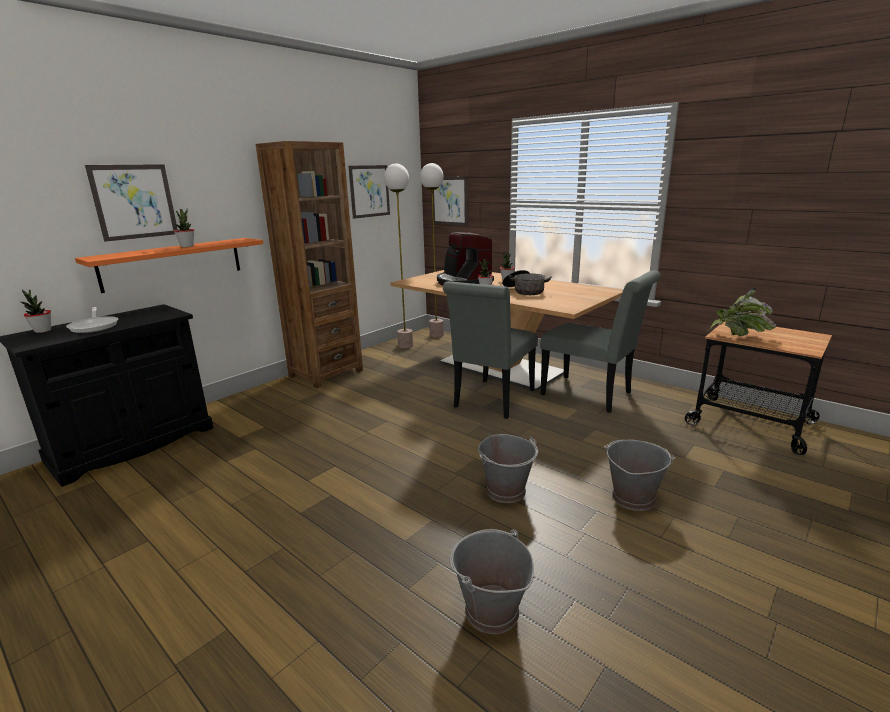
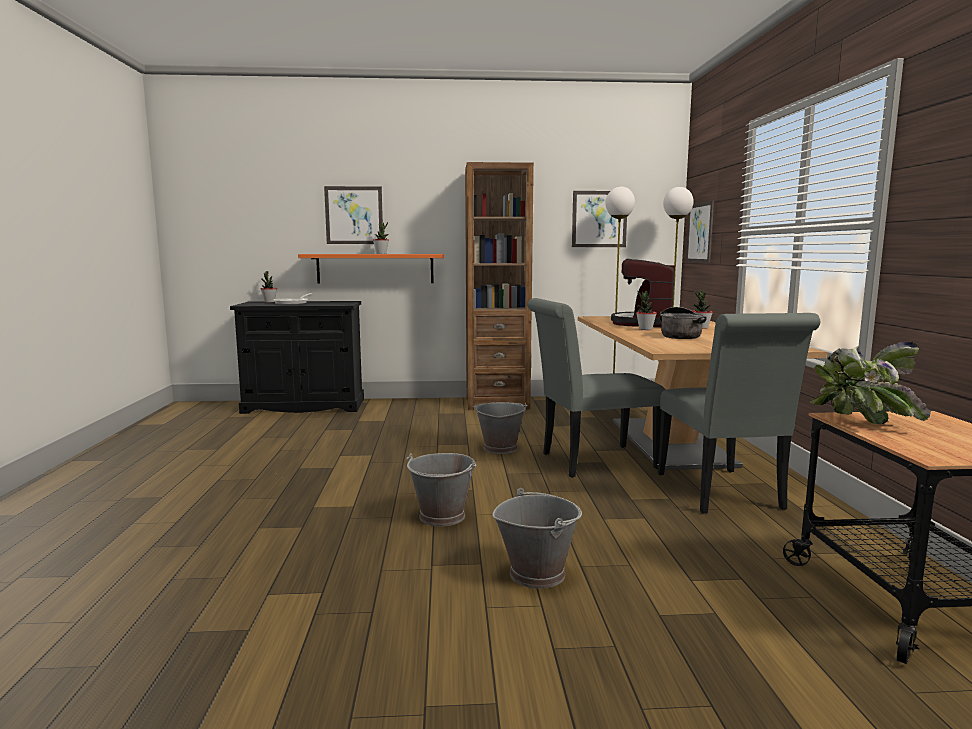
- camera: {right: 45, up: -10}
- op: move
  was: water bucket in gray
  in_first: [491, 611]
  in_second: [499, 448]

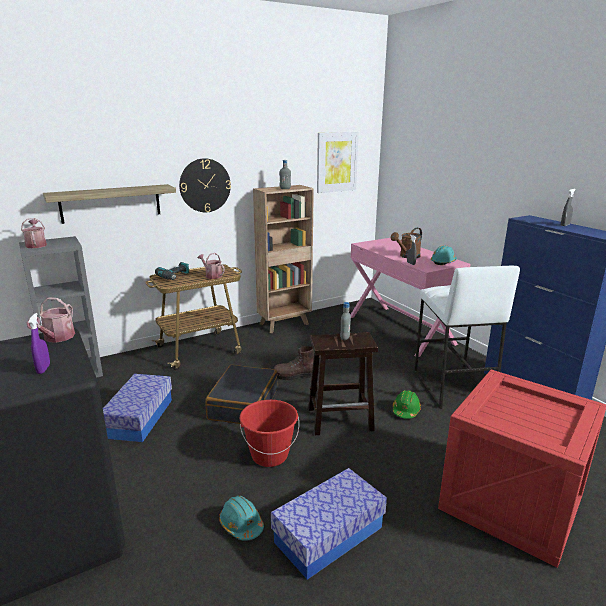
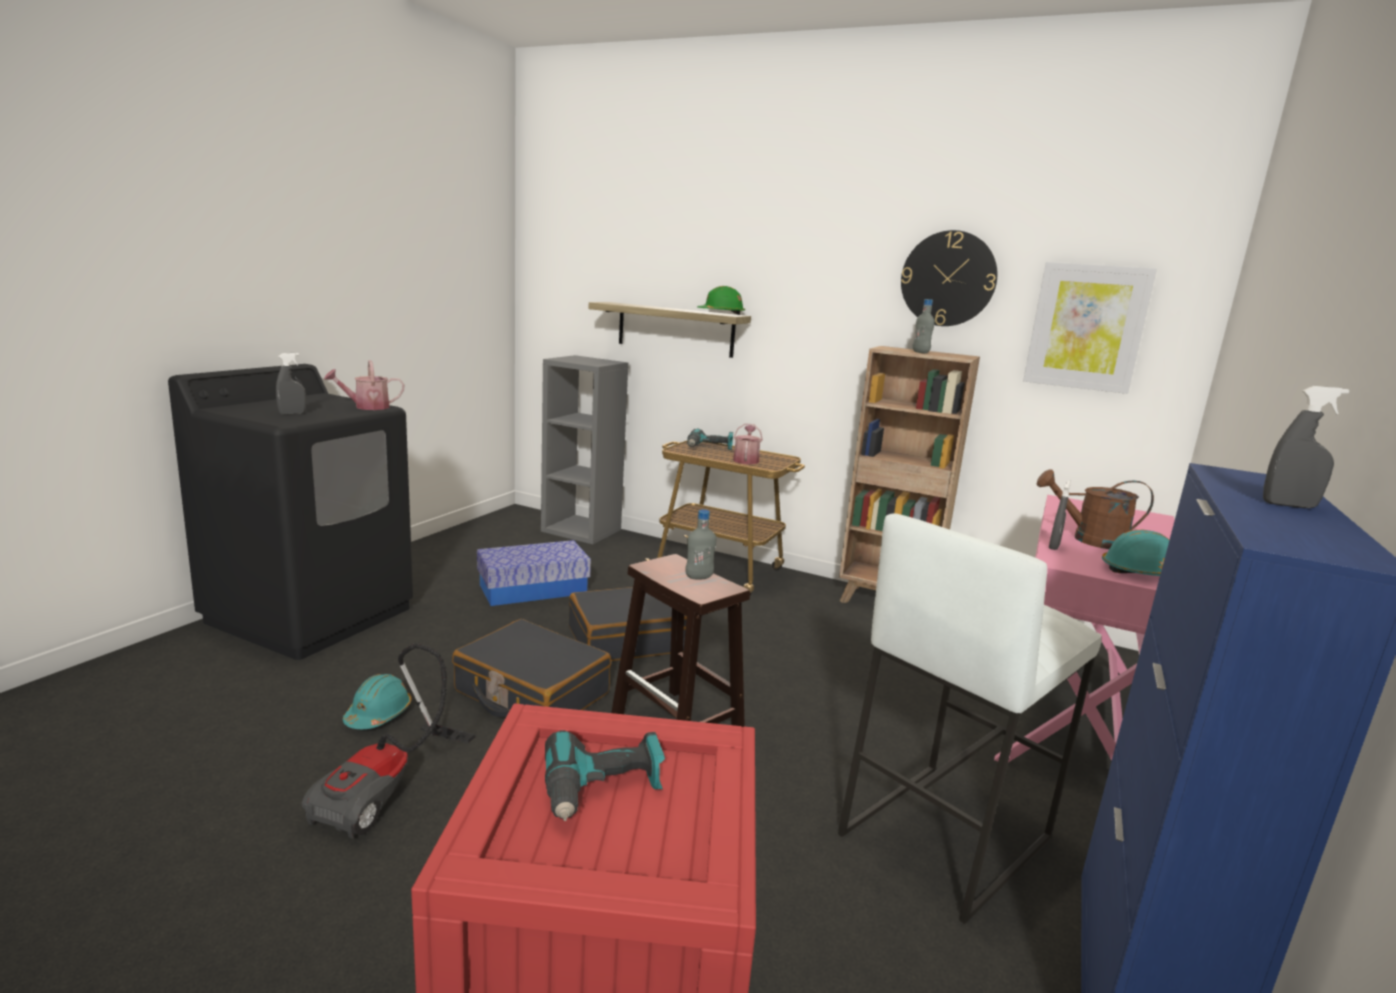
- camera: {right: 55, up: -5}
- op: delete
  was: sprinkling can
  in_first: [36, 245]
- op: delete
  was: boot in brownish
  in_first: [295, 375]
- op: insert
  now: drill
  in_second: [603, 790]
- op: move
  was: clock on the wall
  in_first: [205, 185]
  in_second: [948, 279]
- op: move
  was: safety helmet in greenish
  in_first: [406, 410]
  in_second: [721, 314]
- op: replace
  was: water bucket in red
  now: suitcase in black
  in_first: [269, 455]
  in_second: [531, 693]
- op: replace
  was: storage container
  now: vacuum cleaner
  in_first: [328, 535]
  in_second: [390, 790]
- op: recolor
  was: hand sprayer in purple-coloured
  now: hand sprayer in gray
  in_first: [43, 369]
  in_second: [292, 413]

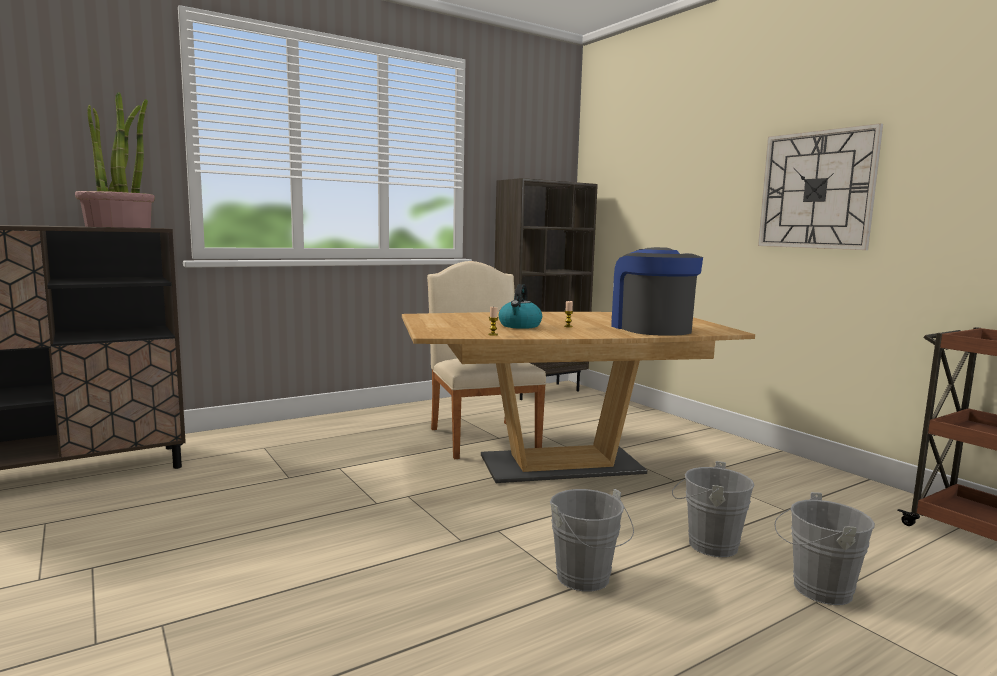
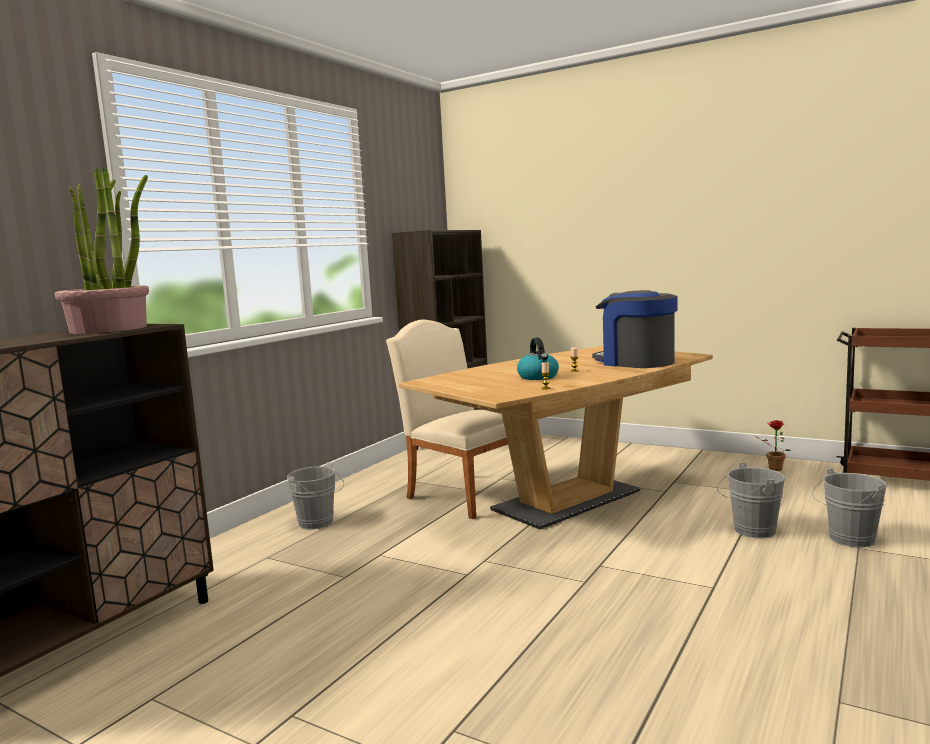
- camera: {right: -25, up: 0}
- op: delete
  was: clock on the wall
  in_first: [816, 190]
- op: insert
  now: potted plant
  in_second: [772, 469]
- op: move
  was: water bucket in gray
  in_first: [586, 580]
  in_second: [318, 523]

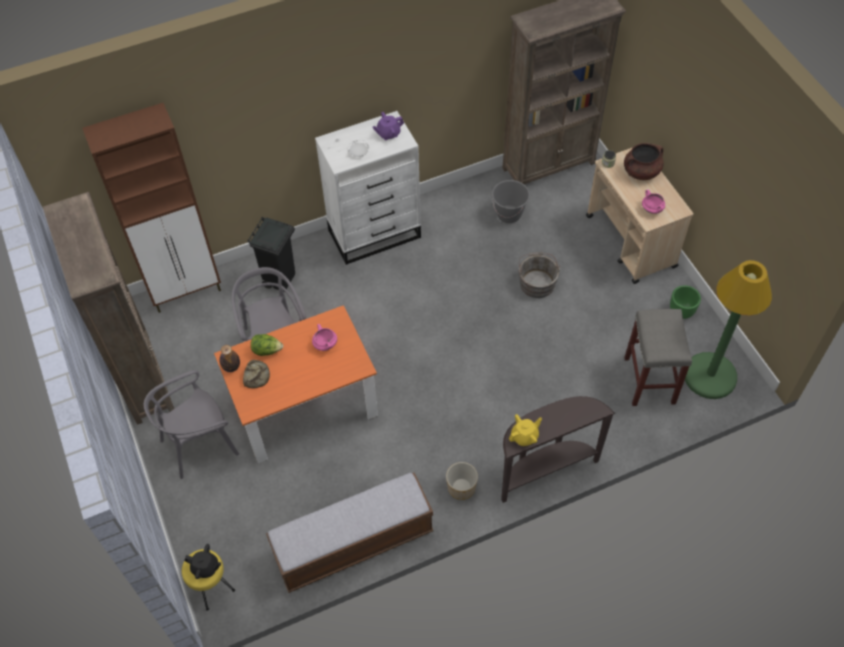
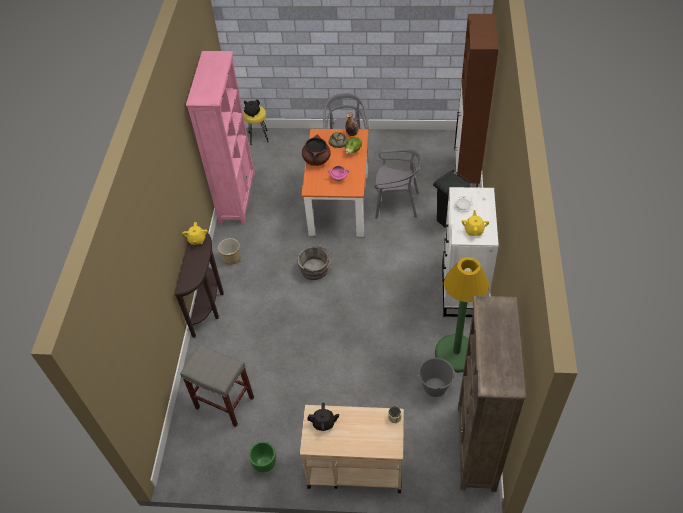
- camera: {right: 120, up: -5}
- op: delete
  was: bookshelf in brownish
  in_first: [142, 377]
- op: move
  was: water bucket in gray
  in_first: [537, 282]
  in_second: [316, 269]
- op: move
  was: stockpot in brownish
  in_first: [641, 172]
  in_second: [316, 159]
- op: move
  was: floor lamp in greenish
  in_first: [710, 376]
  in_second: [456, 353]
- op: replace
  was: indoor bench
  now: bookshelf in pink
  in_first: [353, 544]
  in_second: [237, 197]
- op: replace
  was: stockpot in pink
  now: teapot in black
  in_first: [652, 209]
  in_second: [324, 423]
- op: recolor
  was: teapot in purple-coloured
  now: teapot in yellow
  in_first: [388, 133]
  in_second: [474, 230]

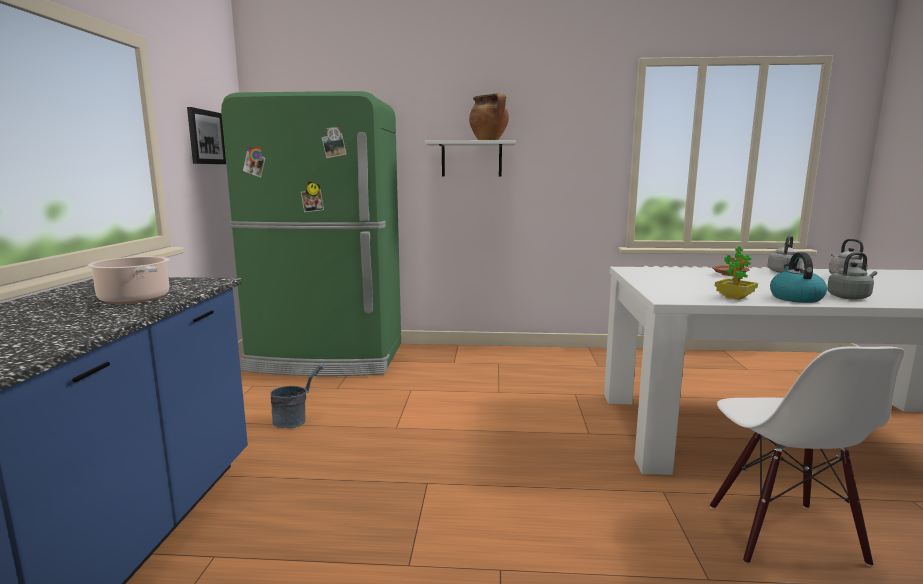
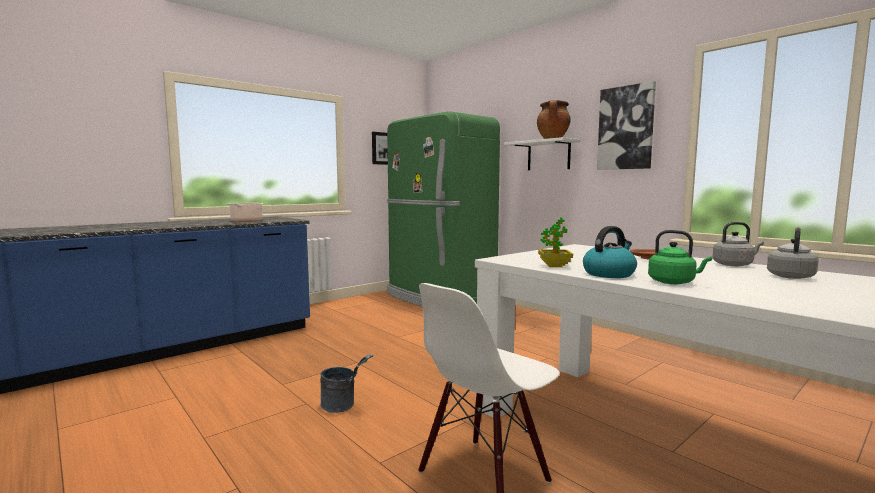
- camera: {right: 45, up: -5}
- op: insert
  now: wall art
  in_second: [626, 128]
- op: move
  was: water bucket in gray
  in_first: [296, 420]
  in_second: [343, 406]
- op: recolor
  was: kettle in gray
  now: kettle in greenish
  in_first: [850, 297]
  in_second: [674, 282]

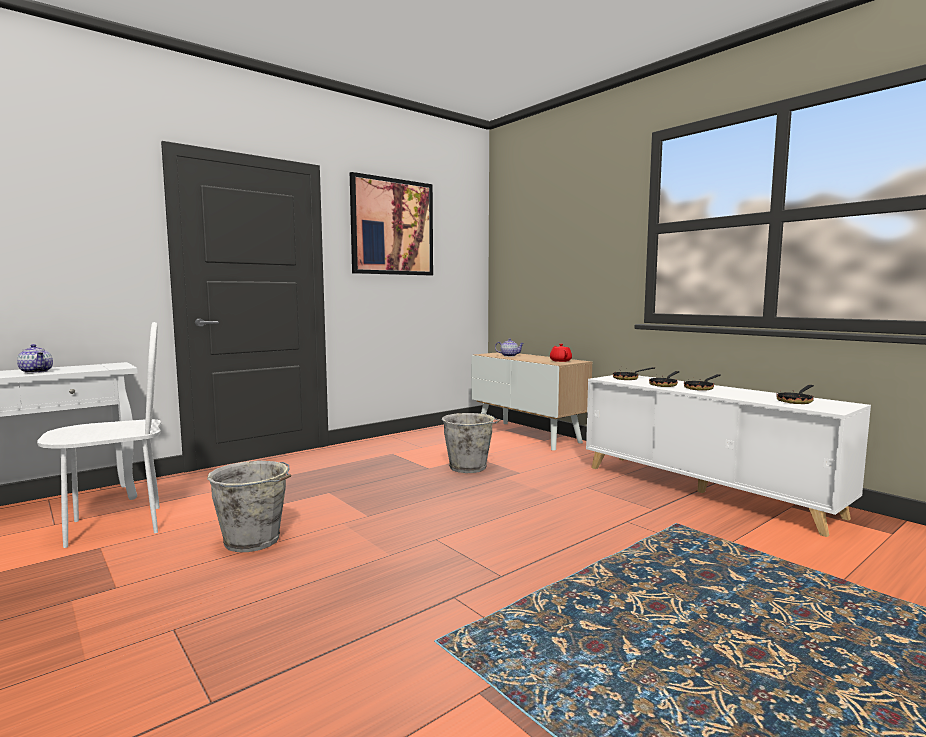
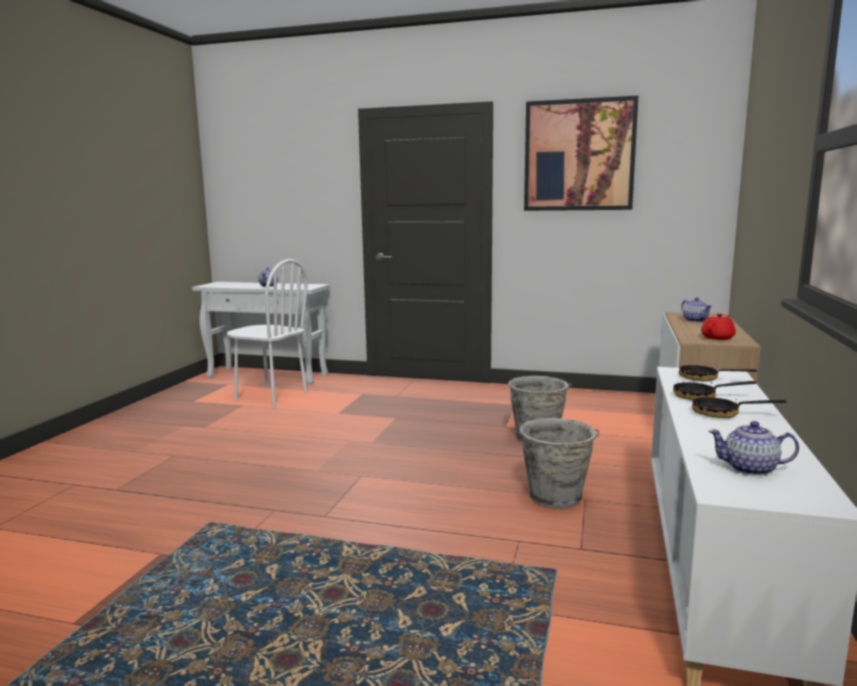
- camera: {right: 55, up: 5}
- op: move
  was: water bucket in gray
  in_first: [254, 541]
  in_second: [556, 498]
- op: replace
  was: pan
  now: teapot
  in_first: [796, 401]
  in_second: [750, 469]

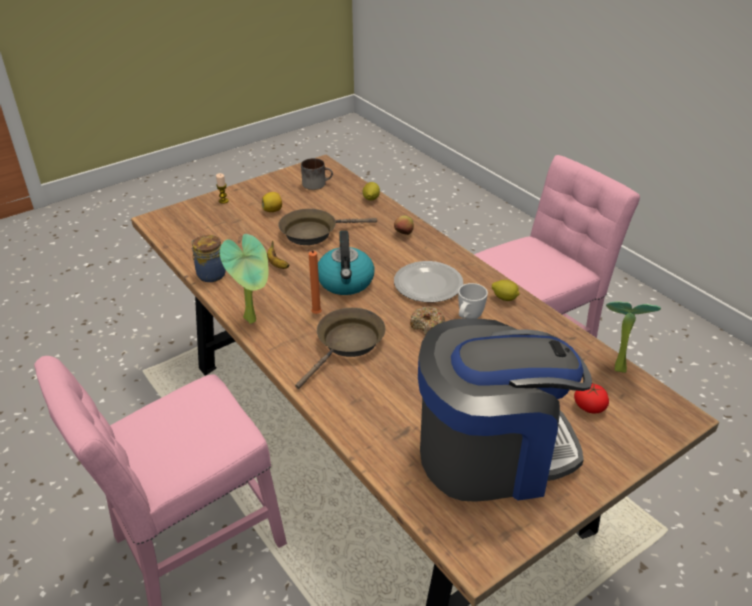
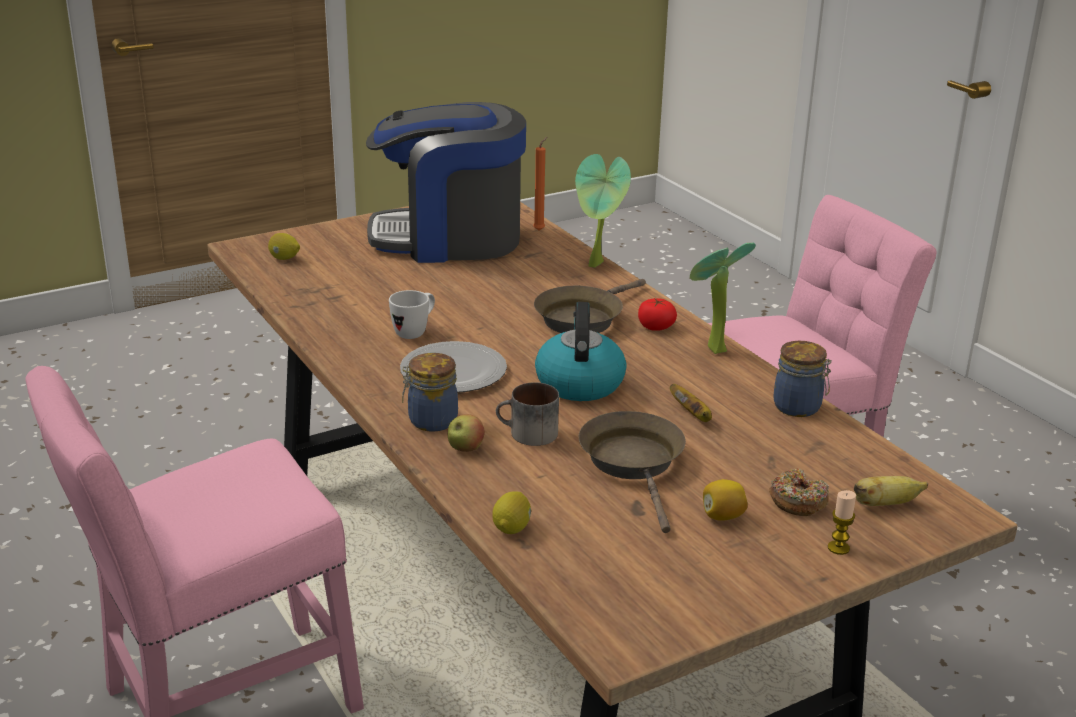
- camera: {right: -175, up: -10}
- op: insert
  now: storage jar
  in_second: [430, 421]
- op: insert
  now: banana
  in_second: [885, 504]
- op: move
  was: tea mug
  in_first: [317, 183]
  in_second: [527, 434]
- op: move
  was: candle in orange-coloured
  in_first: [315, 314]
  in_second: [540, 230]
- op: move
  was: ring doughnut
  in_first: [427, 325]
  in_second: [797, 501]
- op: move
  was: citrus fruit
  in_first: [504, 298]
  in_second: [284, 259]
- op: move
  was: whole tomato
  in_first: [589, 406]
  in_second: [656, 326]
- op: move
  was: potted plant
  in_first: [616, 366]
  in_second: [598, 265]
- op: rotate
  was: pan in brownish
  in_first: [313, 232]
  in_second: [634, 464]
  clockwise: -90

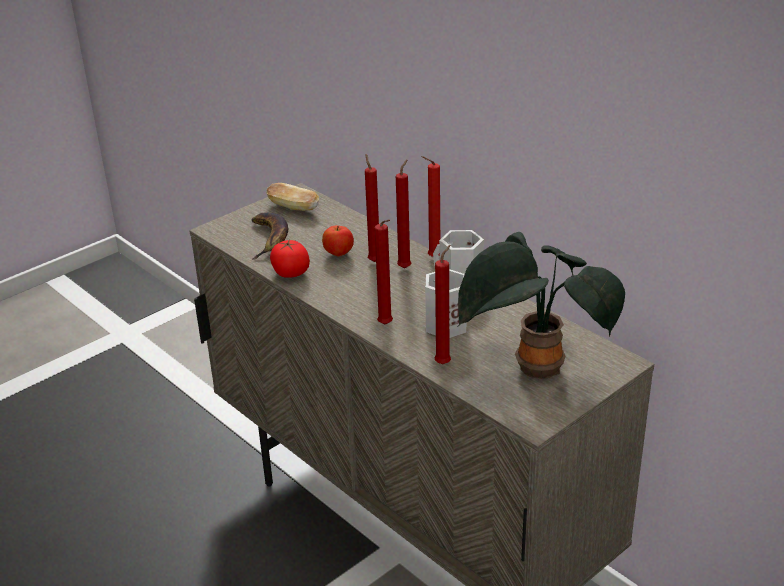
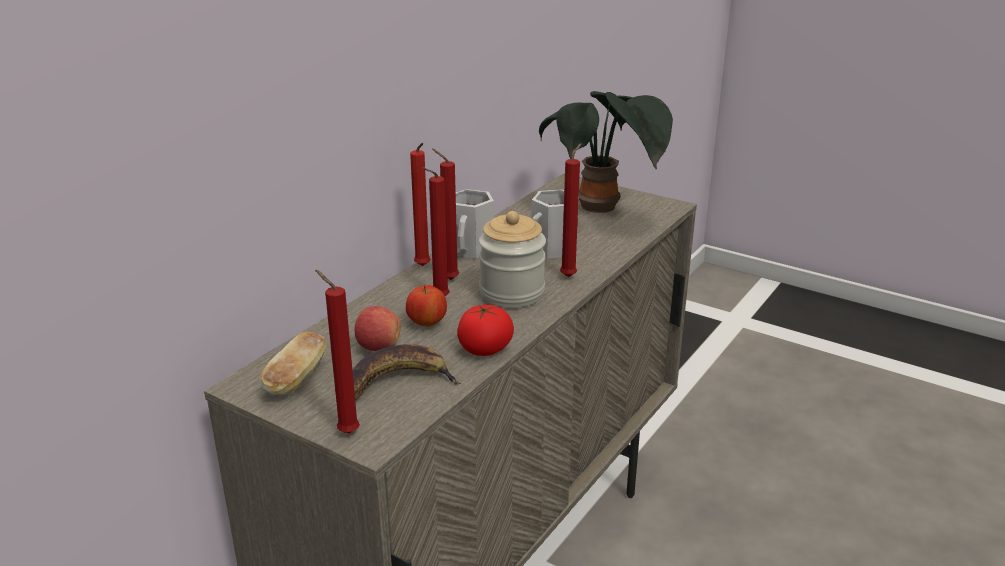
- camera: {right: -105, up: -5}
- op: insert
  now: apple fruit
  in_second: [378, 347]
- op: insert
  now: storage jar
  in_second: [512, 293]
- op: move
  was: candle in red
  in_first: [444, 363]
  in_second: [345, 432]

